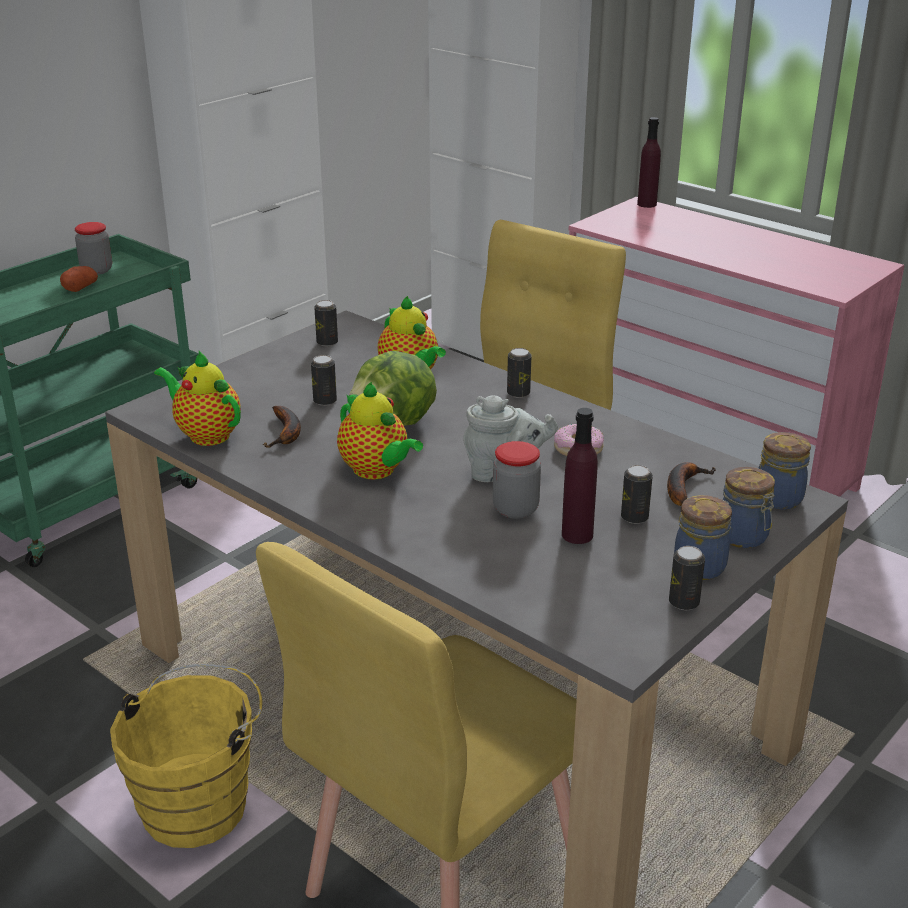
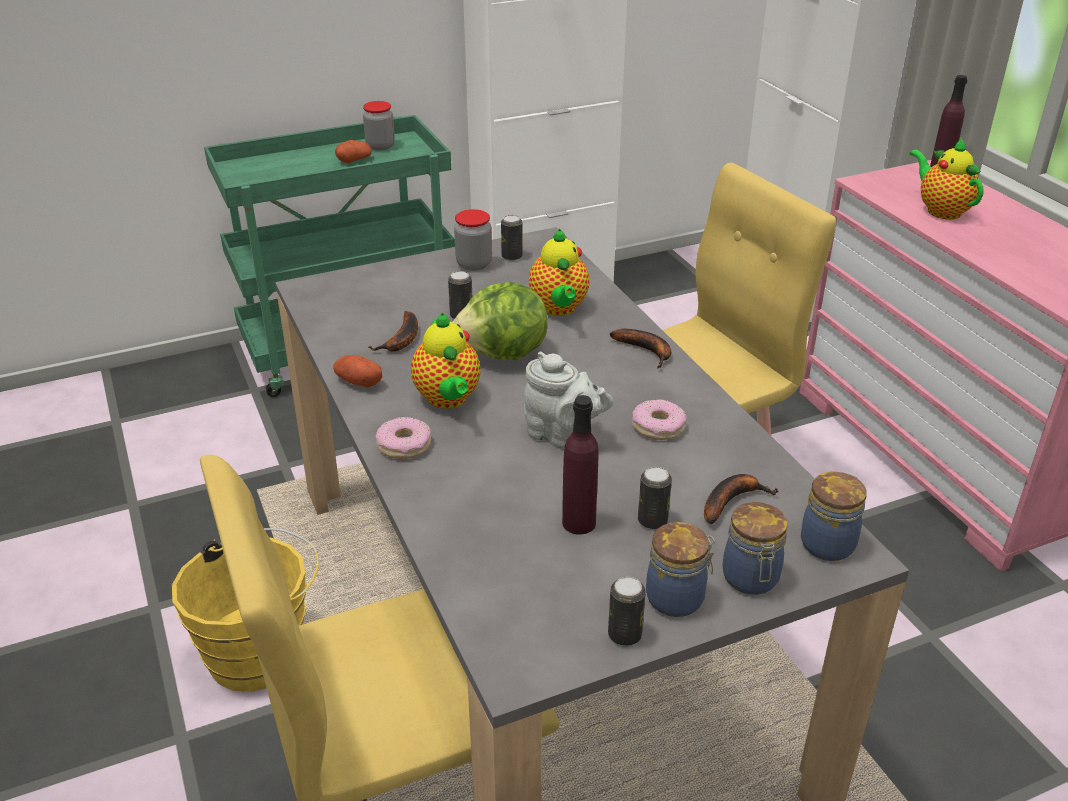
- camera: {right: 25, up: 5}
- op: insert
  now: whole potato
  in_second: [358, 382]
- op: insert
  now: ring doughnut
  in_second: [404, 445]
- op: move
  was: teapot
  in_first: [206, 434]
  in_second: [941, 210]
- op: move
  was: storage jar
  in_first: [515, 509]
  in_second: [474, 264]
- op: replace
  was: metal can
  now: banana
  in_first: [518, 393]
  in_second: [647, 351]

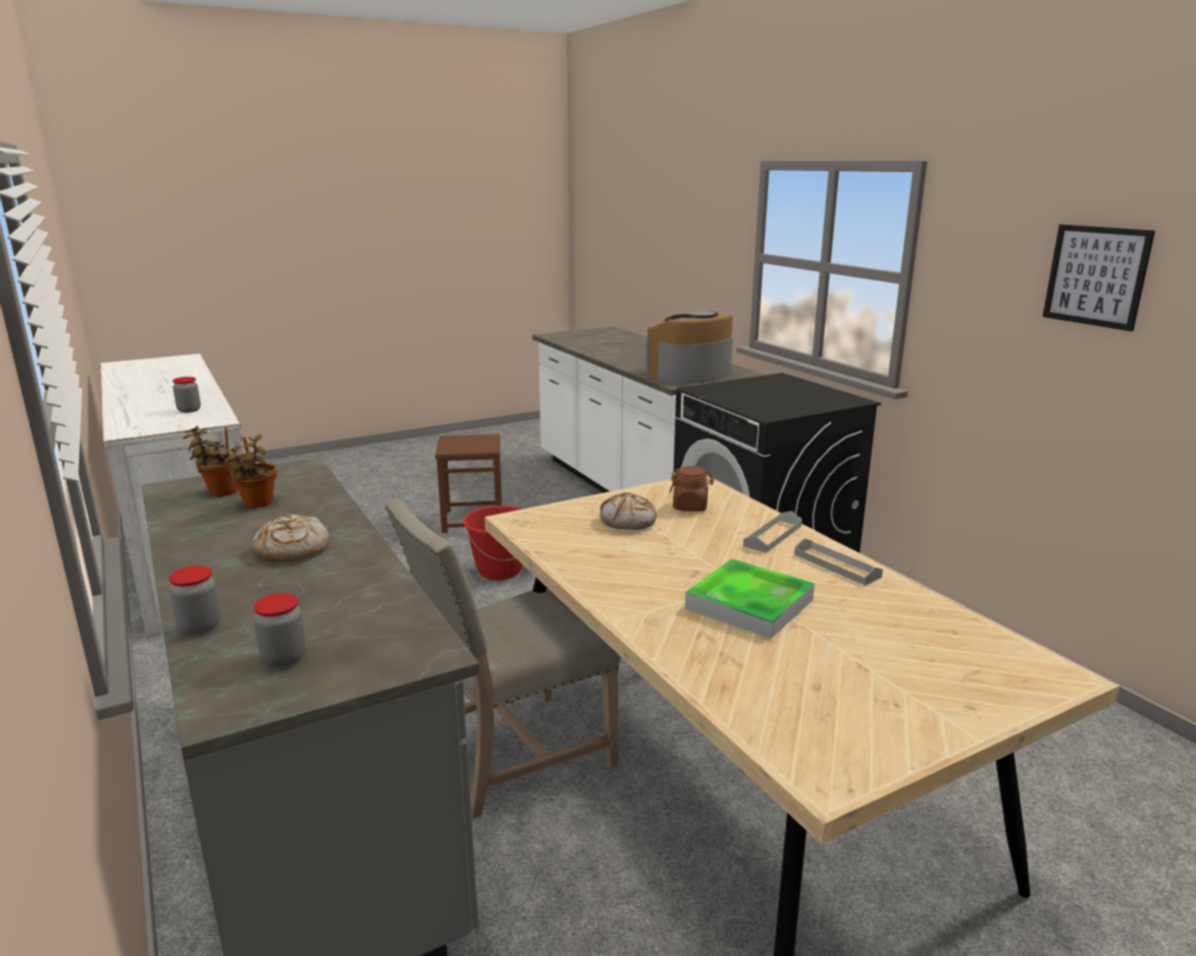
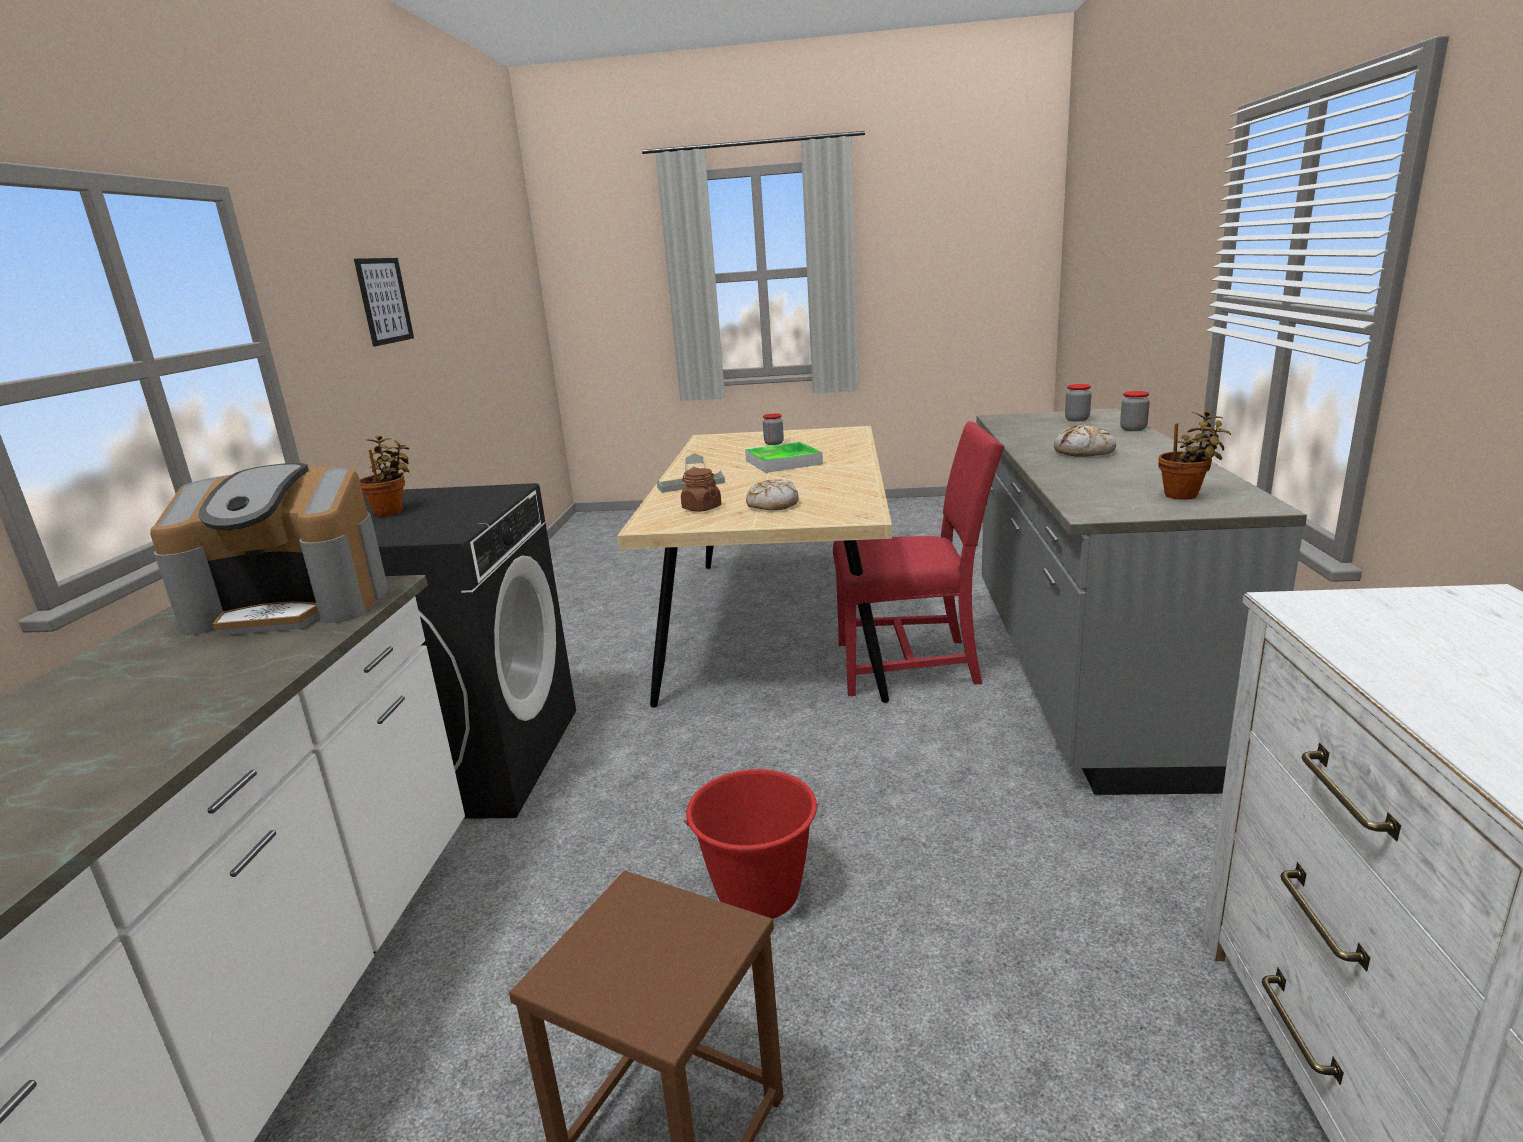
- camera: {right: -145, up: 0}
- op: move
  was: storage jar
  in_first: [189, 410]
  in_second: [774, 443]
- op: move
  was: potted plant
  in_first: [257, 504]
  in_second: [391, 511]
- op: recolor
  was: plain chair in beige-coloured
  now: plain chair in red
  in_first: [511, 756]
  in_second: [912, 664]

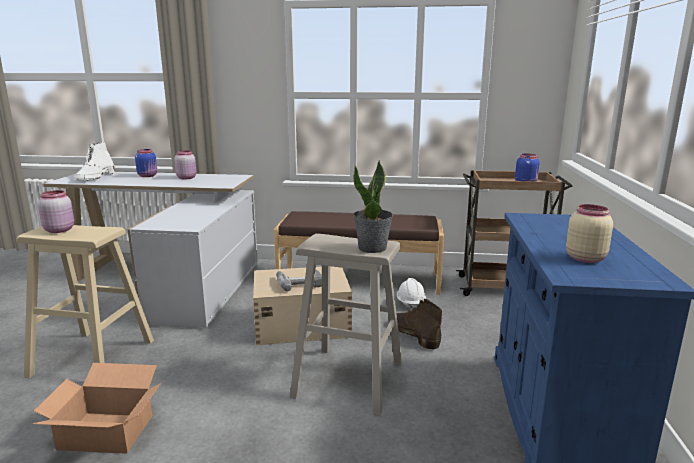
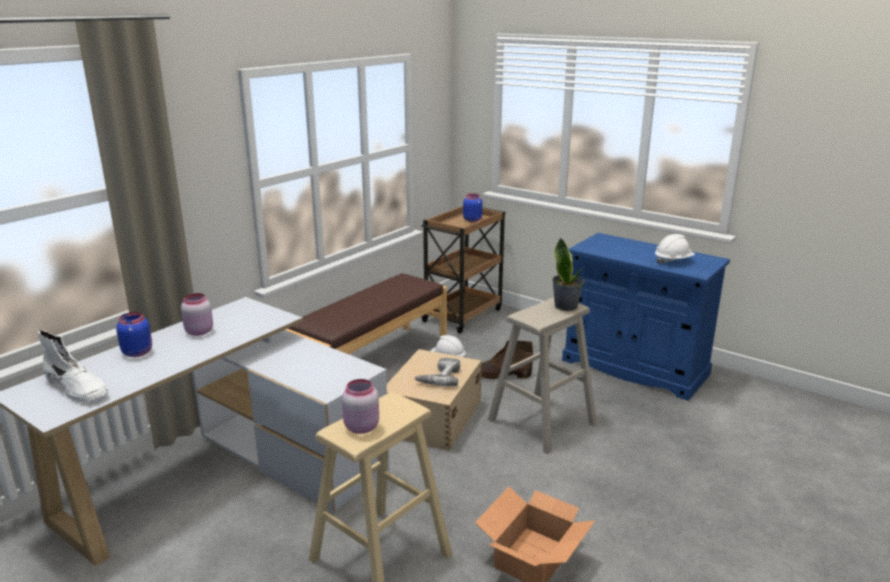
- camera: {right: -60, up: 5}
- op: replace
  was: storage jar in beige-coloured
  now: safety helmet in whitish
  in_first: [584, 258]
  in_second: [673, 261]

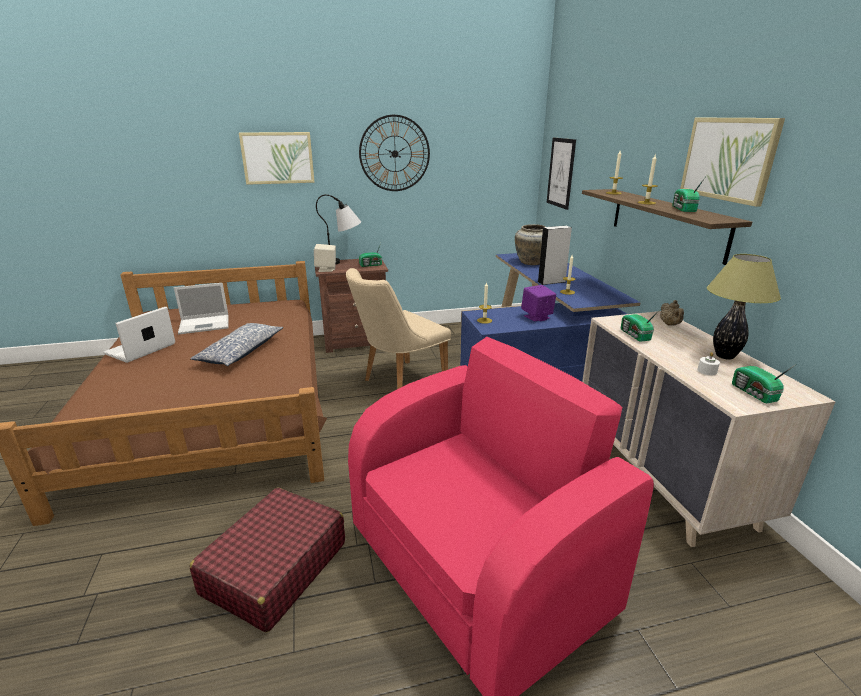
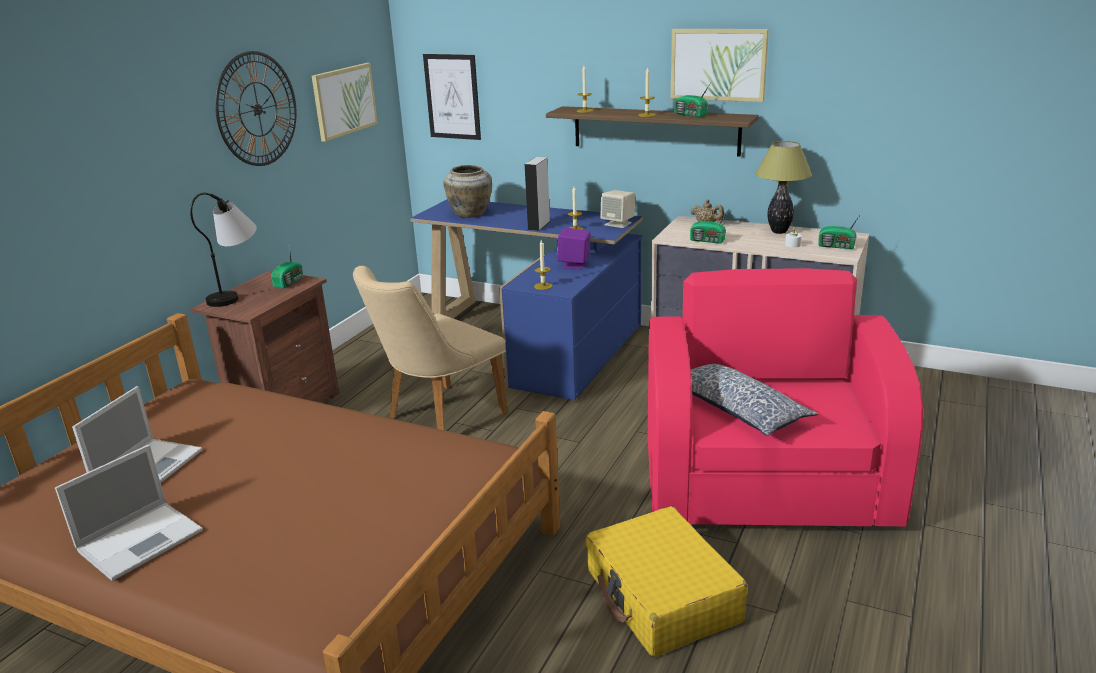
- camera: {right: -50, up: 0}
- op: move
  was: pillow
  in_first: [240, 352]
  in_second: [736, 410]
- op: move
  was: wall art
  in_first: [278, 158]
  in_second: [344, 101]
- op: move
  was: audio speaker in beige-coloured
  in_first: [326, 269]
  in_second: [618, 224]
- op: recolor
  was: suitcase in red
  now: suitcase in yellow
  in_first: [274, 568]
  in_second: [662, 596]
- op: rotate
  was: portable computer
  in_first: [139, 349]
  in_second: [142, 539]
  clockwise: -120
- op: rotate
  was: plain chair in beige-coloured
  in_first: [398, 383]
  in_second: [437, 418]
  clockwise: 45

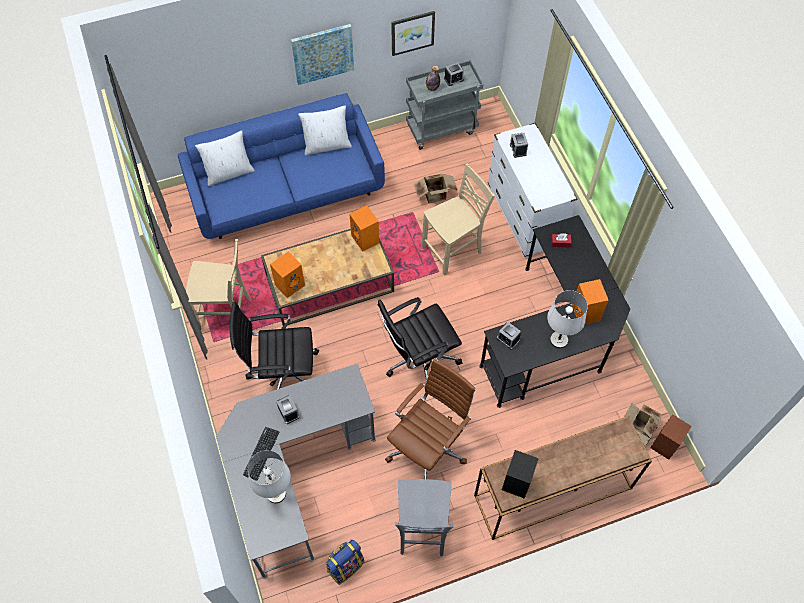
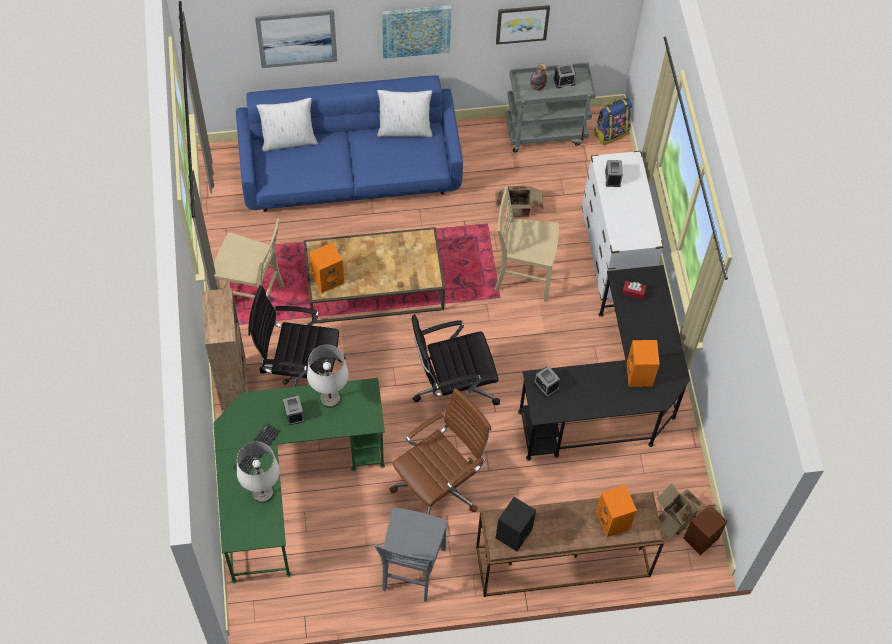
- camera: {right: 10, up: 0}
- op: insert
  now: bookshelf in brownish
  in_second: [235, 389]
- op: insert
  now: wall art
  in_second: [297, 38]
- op: move
  was: rucksack
  in_first: [345, 565]
  in_second: [610, 132]
- op: move
  was: audio speaker in orange-coloured
  in_first: [366, 239]
  in_second: [614, 521]
- op: move
  was: table lamp in whitish
  in_first: [559, 340]
  in_second: [330, 398]
- op: recolor
  was: desk unit in gray
  now: desk unit in greenish
  in_first: [293, 473]
  in_second: [287, 482]
- op: rotate
  was: plain chair in beige-coloured
  in_first: [453, 250]
  in_second: [522, 276]
  clockwise: -150

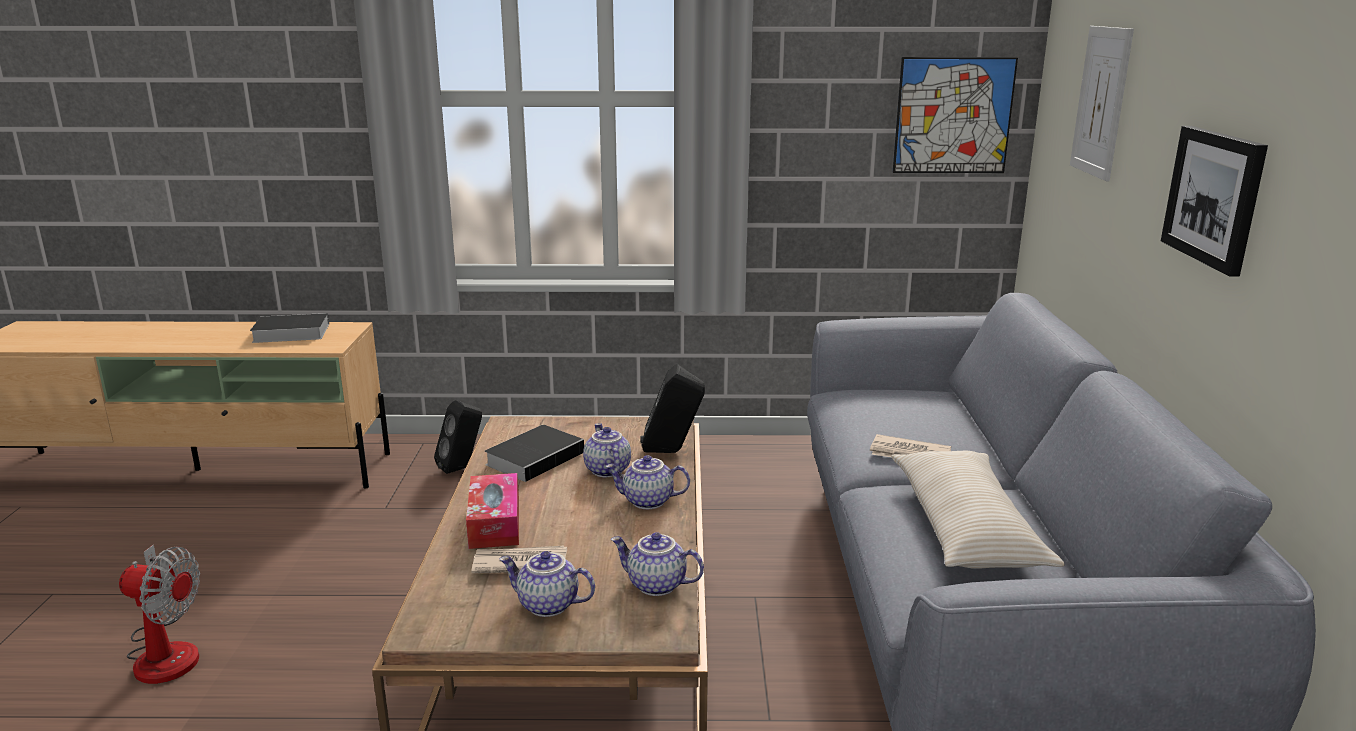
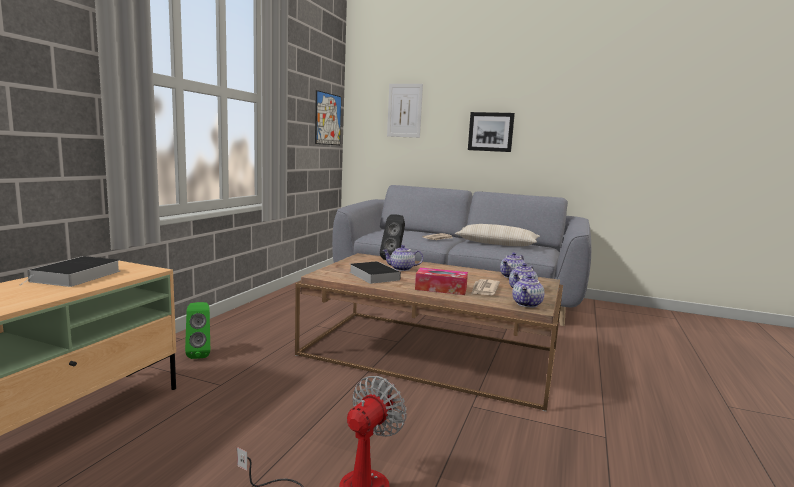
- camera: {right: -70, up: -10}
- op: move
  was: teapot
  in_first: [647, 501]
  in_second: [527, 304]
- op: recolor
  was: audio speaker in black
  now: audio speaker in greenish
  in_first: [462, 468]
  in_second: [199, 354]

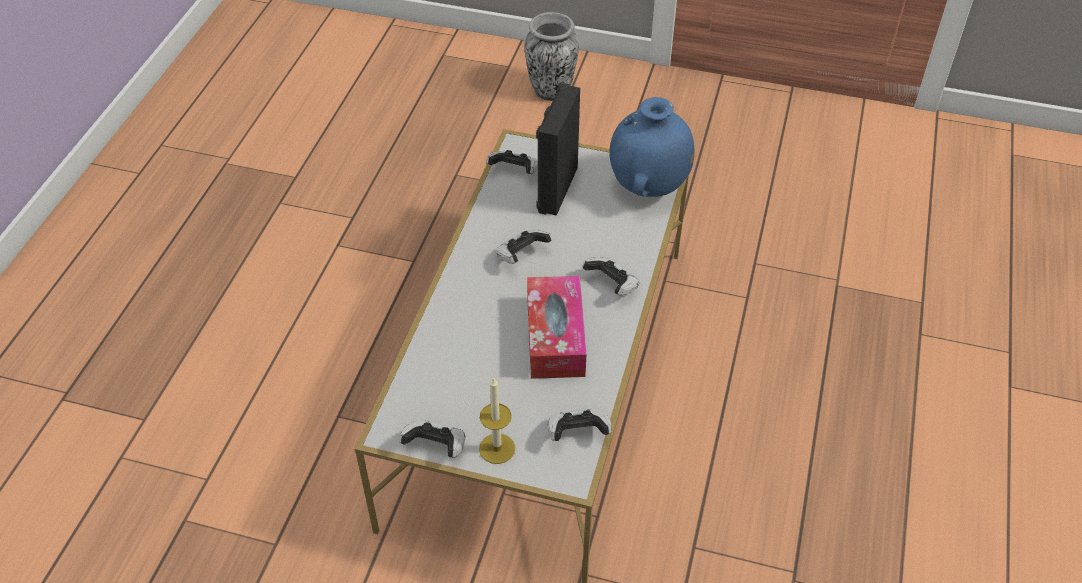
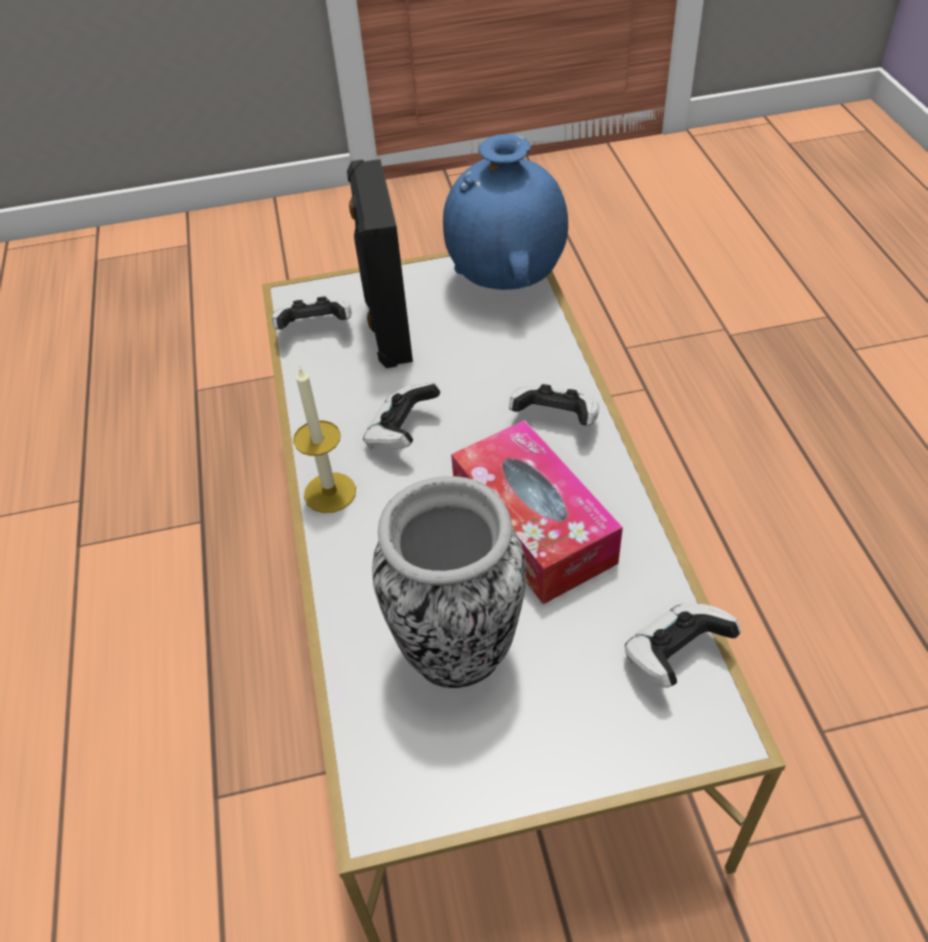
- camera: {right: -25, up: 0}
- op: delete
  was: game controller
  in_first: [435, 446]
- op: move
  was: candle
  in_first: [497, 448]
  in_second: [330, 492]
- op: move
  was: flower vase
  in_first: [551, 92]
  in_second: [457, 654]

